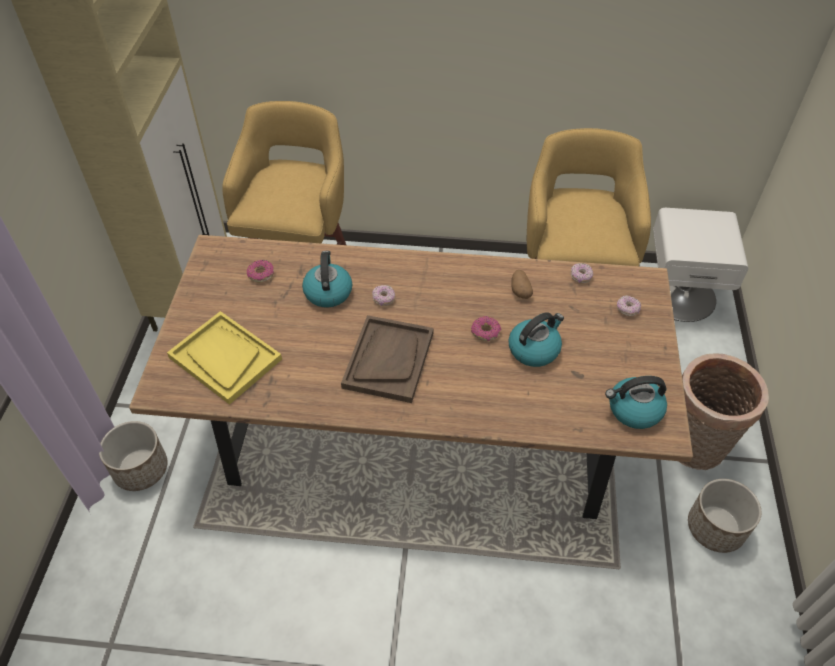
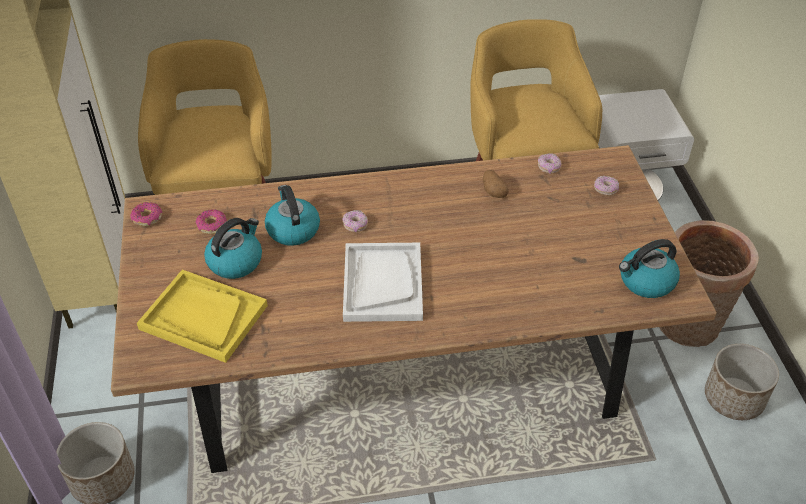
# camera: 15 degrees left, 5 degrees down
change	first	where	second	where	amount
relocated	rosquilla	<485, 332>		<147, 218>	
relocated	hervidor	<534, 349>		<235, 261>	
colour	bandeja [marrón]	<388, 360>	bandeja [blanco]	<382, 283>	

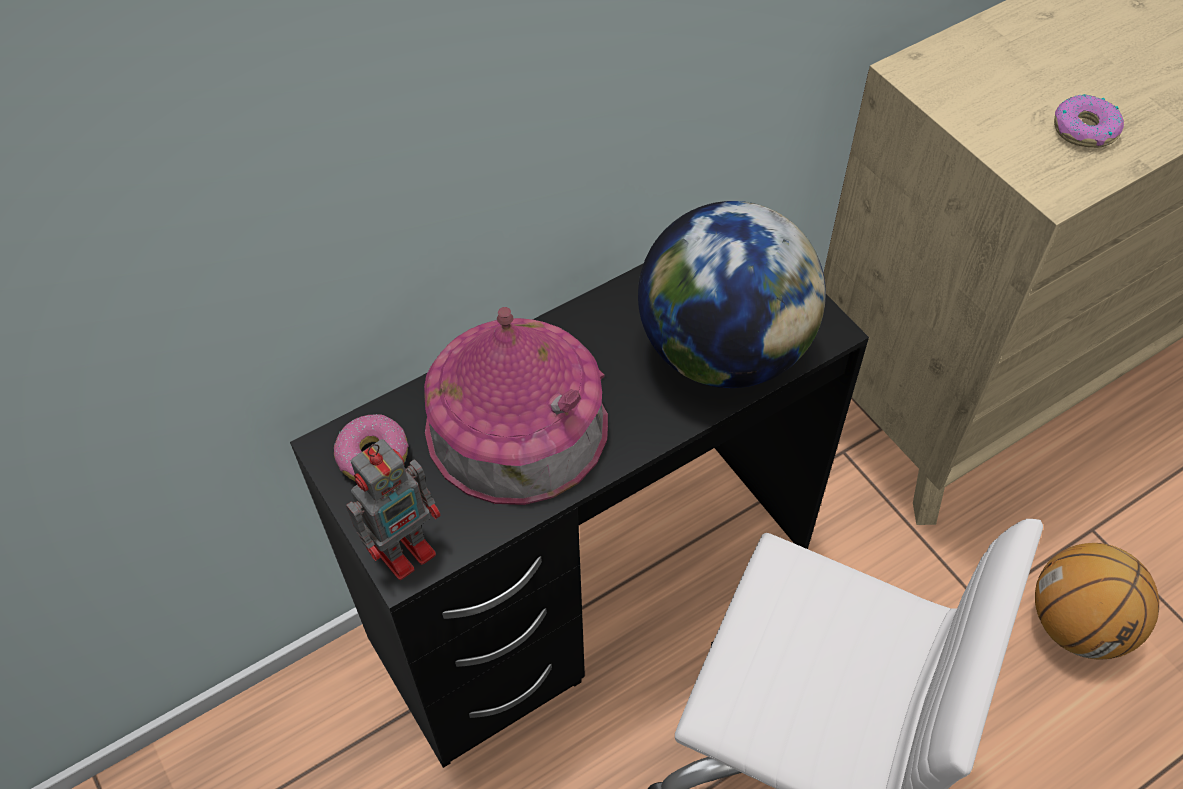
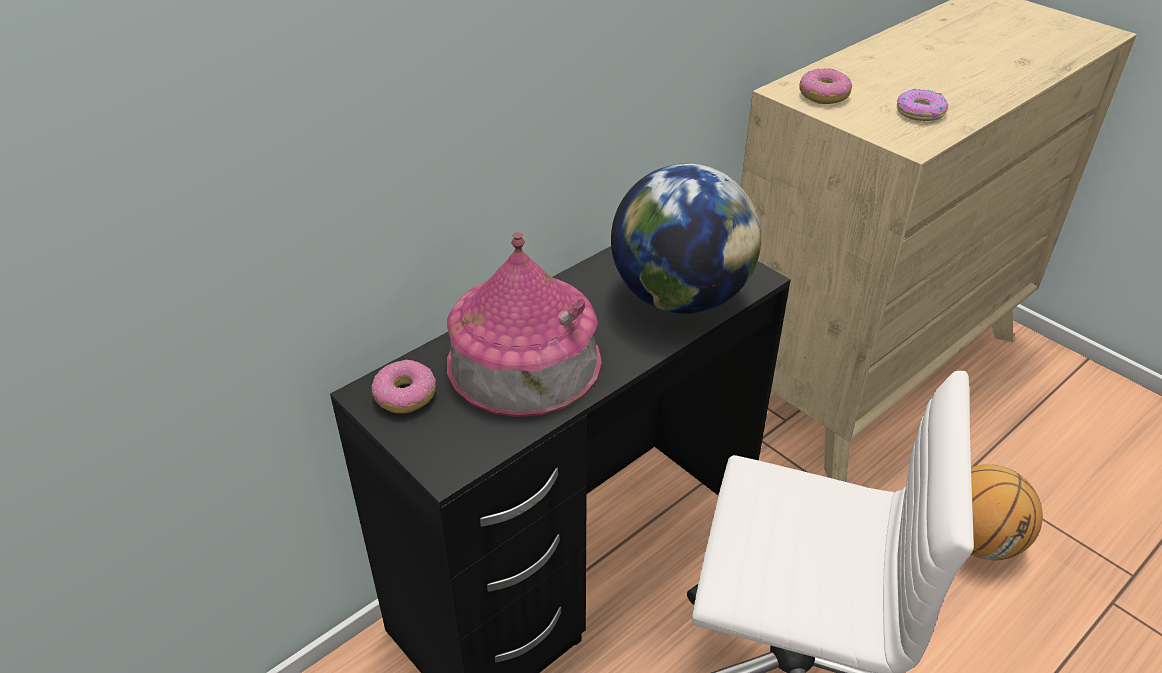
# camera: 10 degrees left, 15 degrees down
change	first	where	second	where	amount
appeared			rosquilla	<823, 95>	
missing	robot de juguete	<405, 547>			

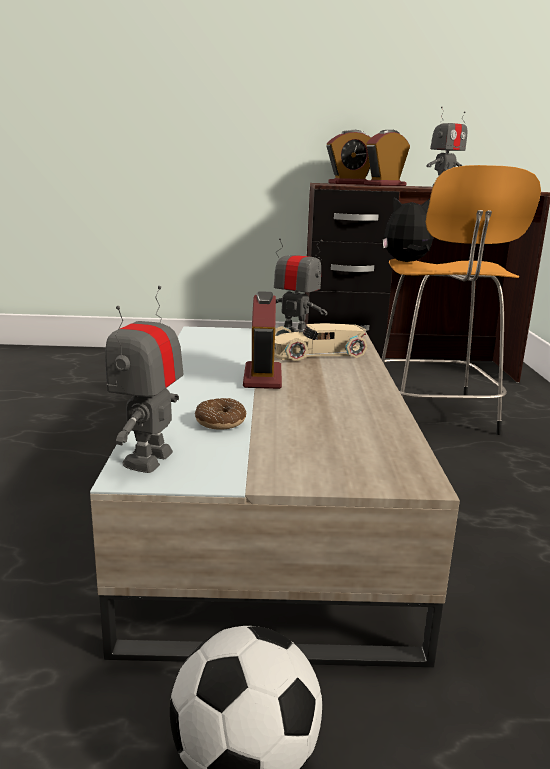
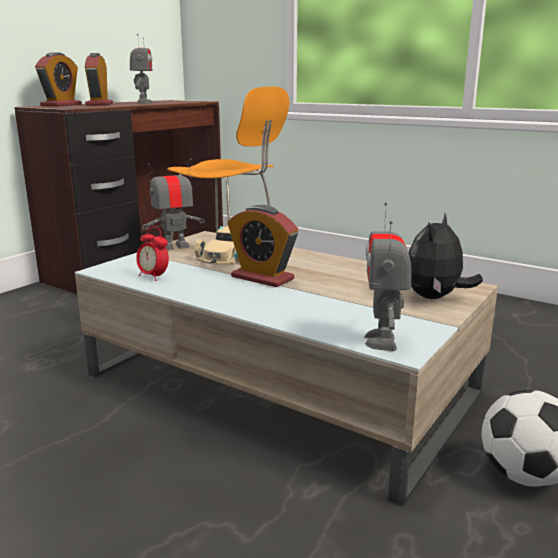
# camera: 55 degrees left, 0 degrees up
change	first	where	second	where	amount
appeared			despertador	<153, 277>	
spun	robot de juguete	<149, 459>		<382, 341>	45 degrees clockwise
relocated	peluche	<406, 262>		<435, 298>	
missing	rosquilla	<220, 422>			

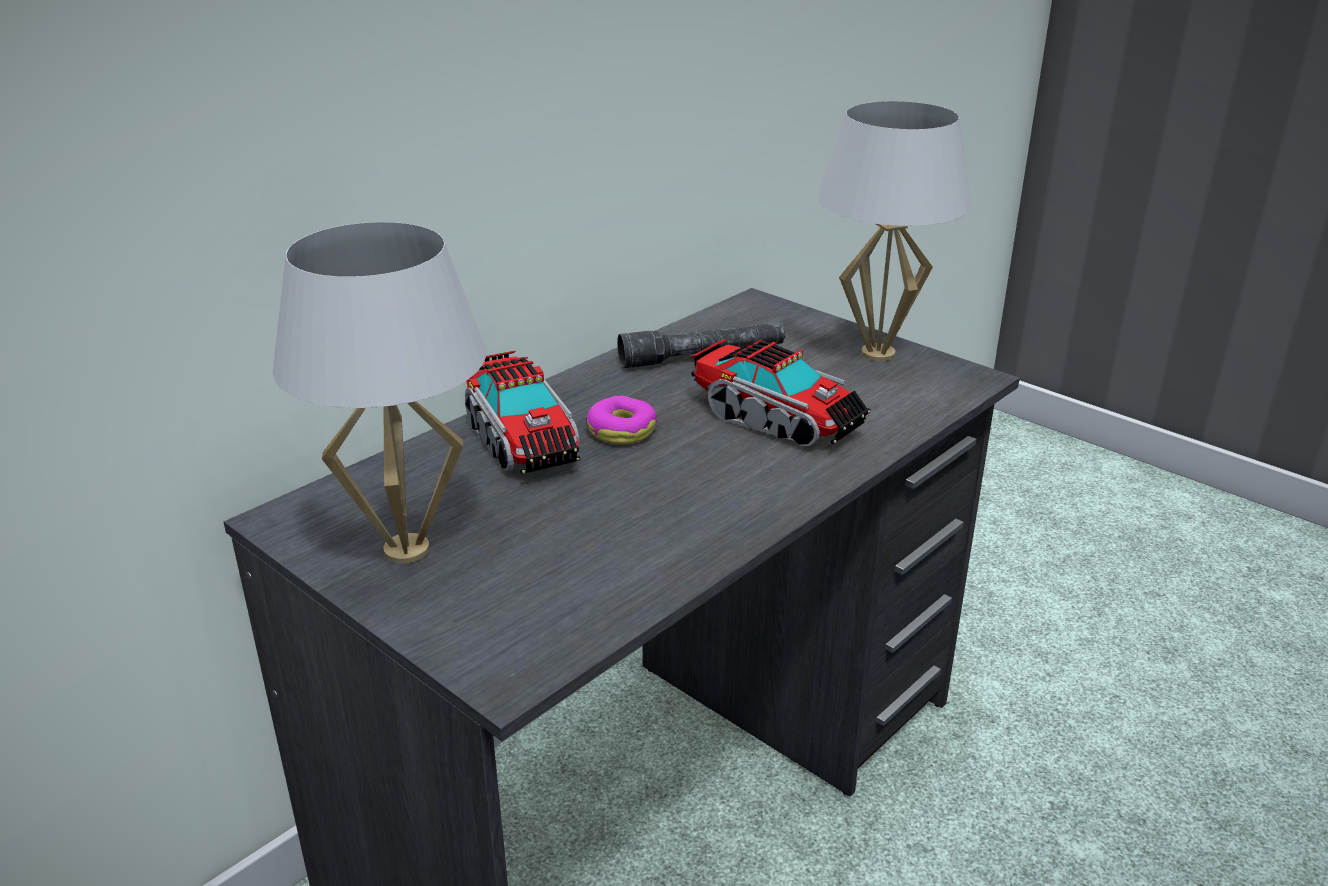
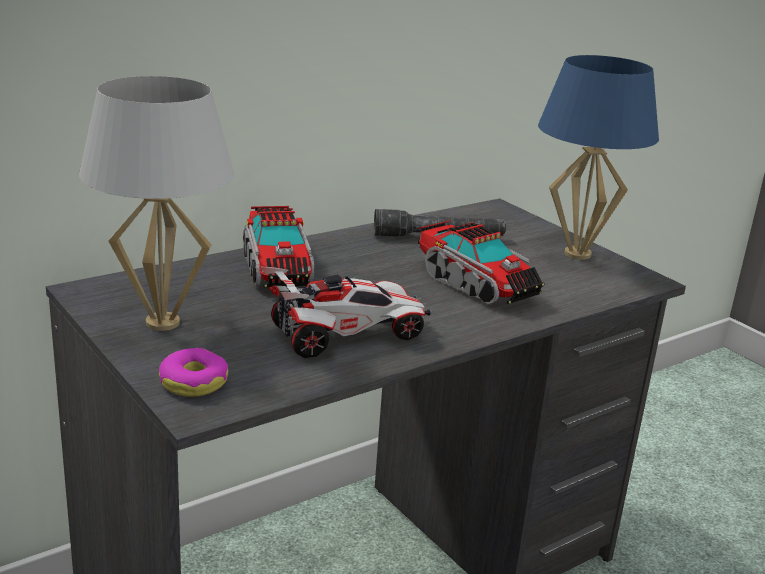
# camera: 10 degrees right, 5 degrees down
change	first	where	second	where	amount
relocated	rosquilla	<621, 431>		<193, 382>	
appeared			coche de juguete	<346, 335>	
colour	lámpara de mesa [blanco]	<878, 354>	lámpara de mesa [azul]	<578, 254>	

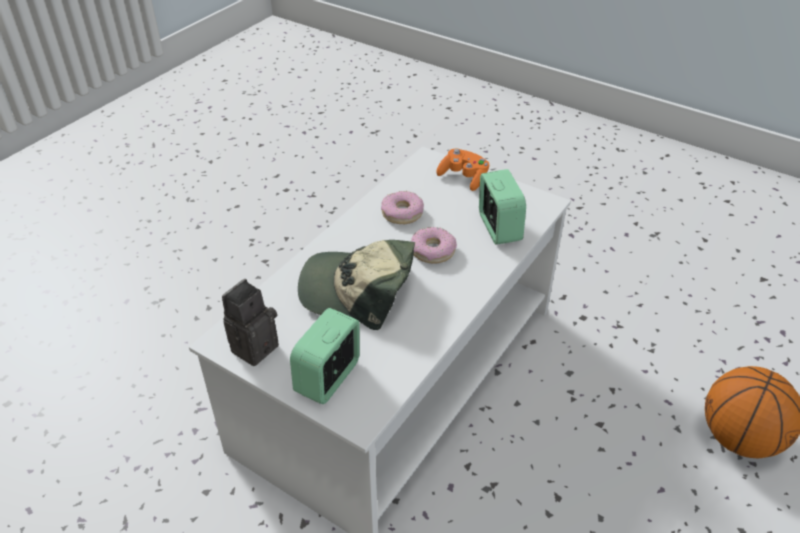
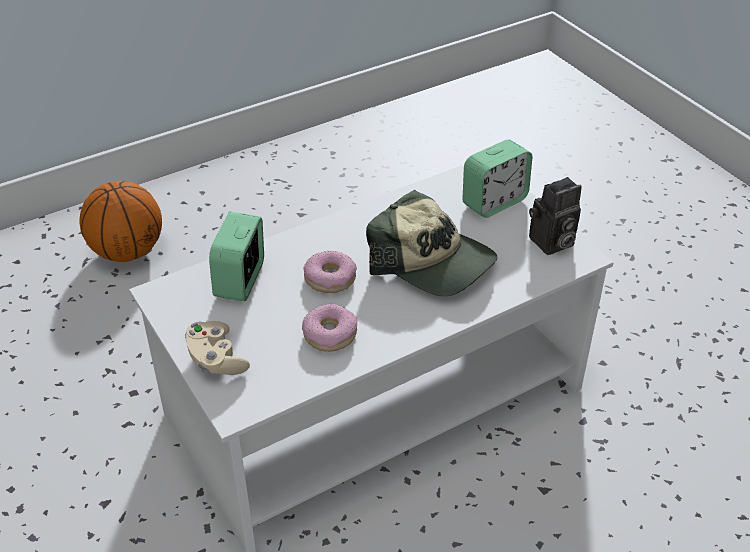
# camera: 155 degrees left, 0 degrees up
change	first	where	second	where	amount
colour	mando de consola [naranja]	<463, 178>	mando de consola [beis]	<216, 360>	

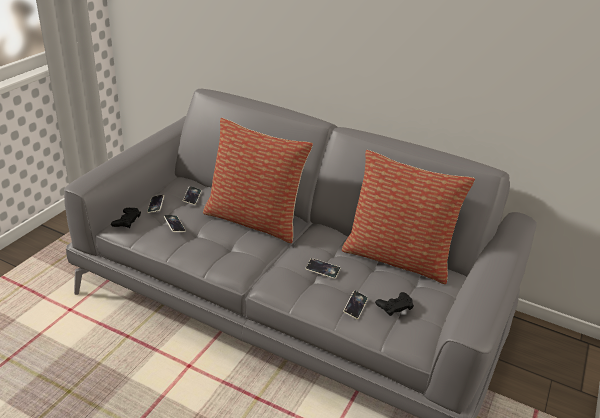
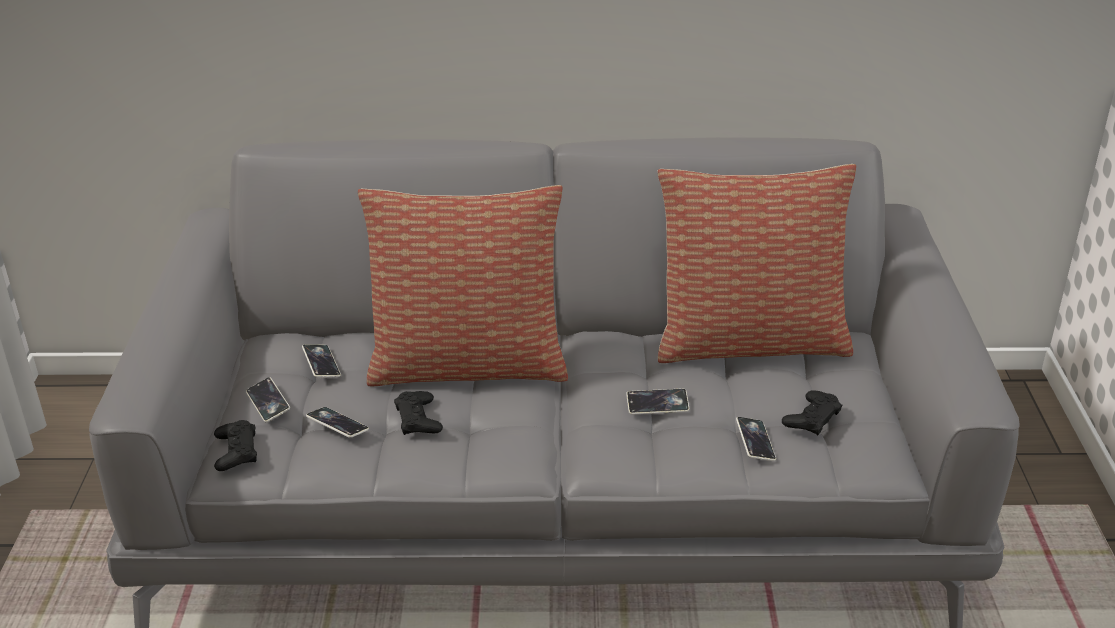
# camera: 25 degrees left, 0 degrees up
change	first	where	second	where	amount
appeared			mando de consola [negro]	<418, 419>	

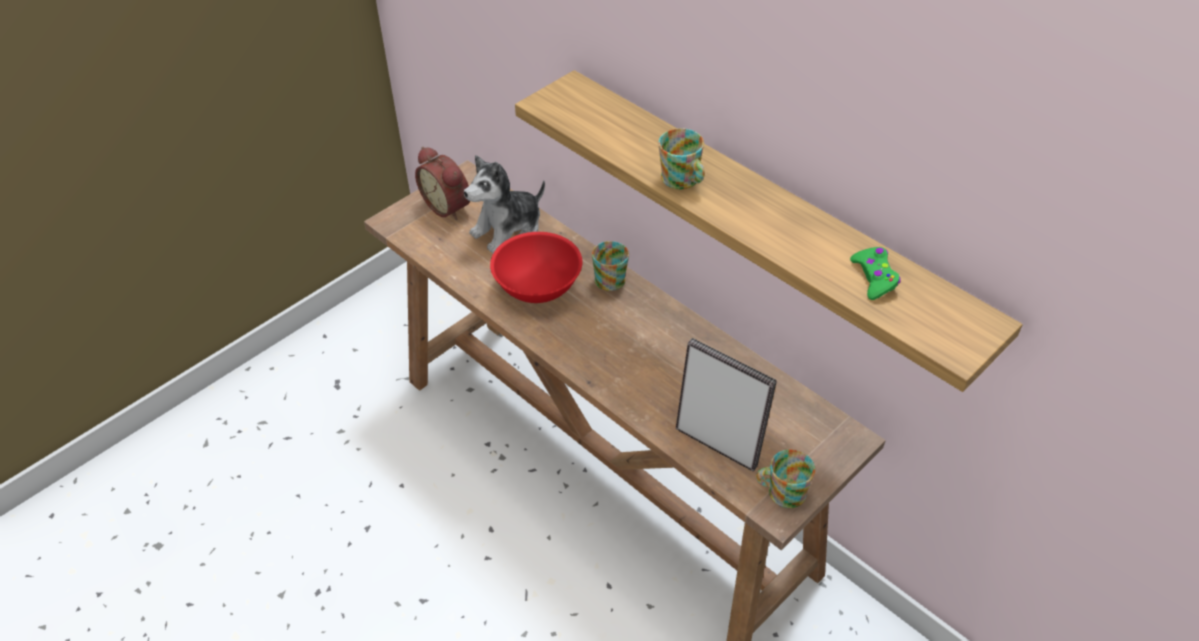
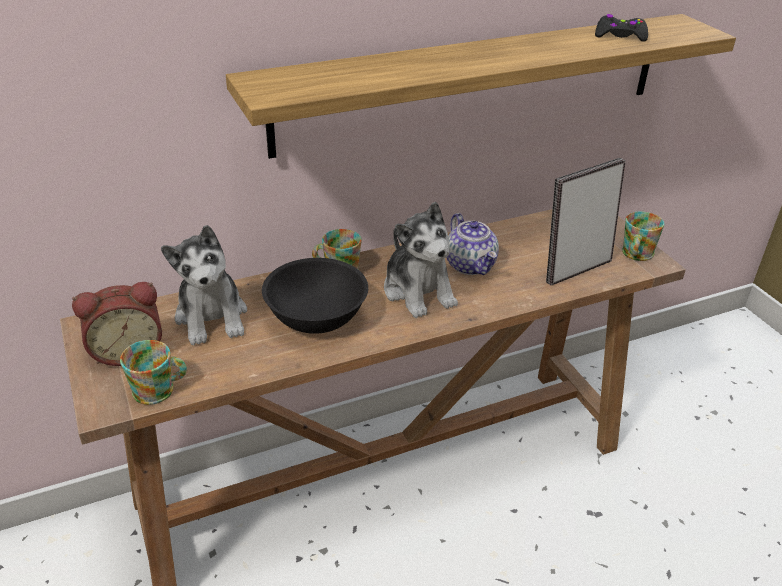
# camera: 70 degrees left, 10 degrees down
change	first	where	second	where	amount
relocated	taza grande	<682, 181>		<159, 390>	
colour	cuenco [rojo]	<538, 286>	cuenco [negro]	<317, 317>	
appeared			peluche	<418, 291>	
appeared			tetera	<471, 265>	
colour	mando de consola [verde]	<874, 278>	mando de consola [negro]	<620, 36>	

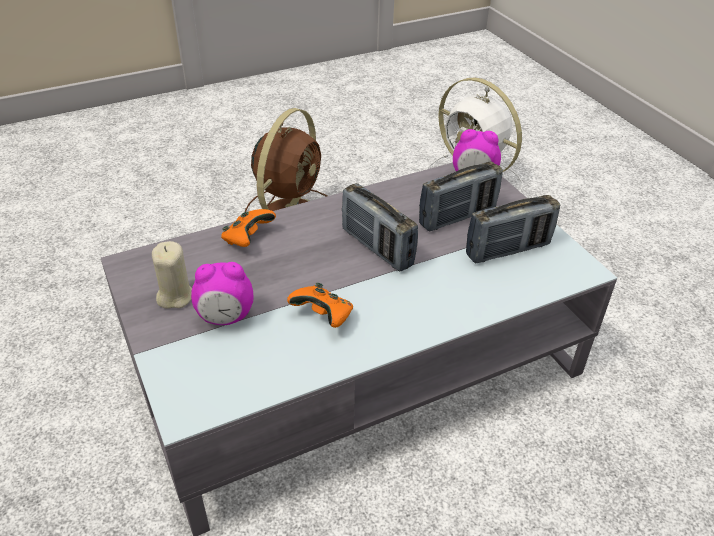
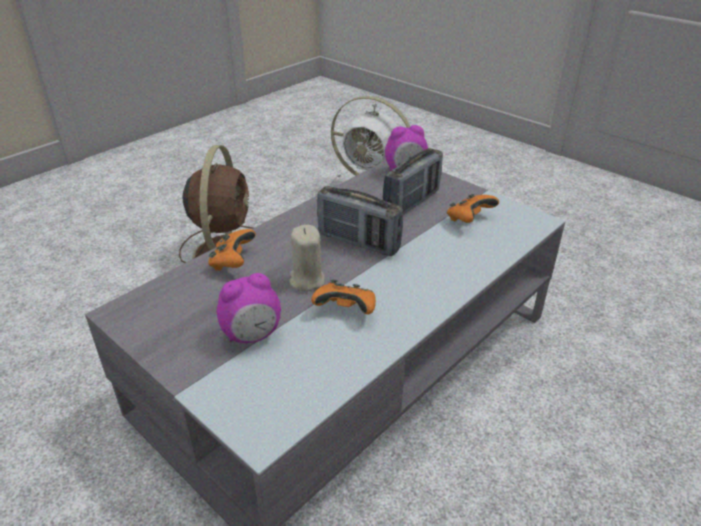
# camera: 20 degrees left, 5 degrees down
change	first	where	second	where	amount
relocated	vela [beis]	<175, 296>		<306, 280>	
exchanged	radio	<508, 250>	mando de consola [naranja]	<469, 219>	

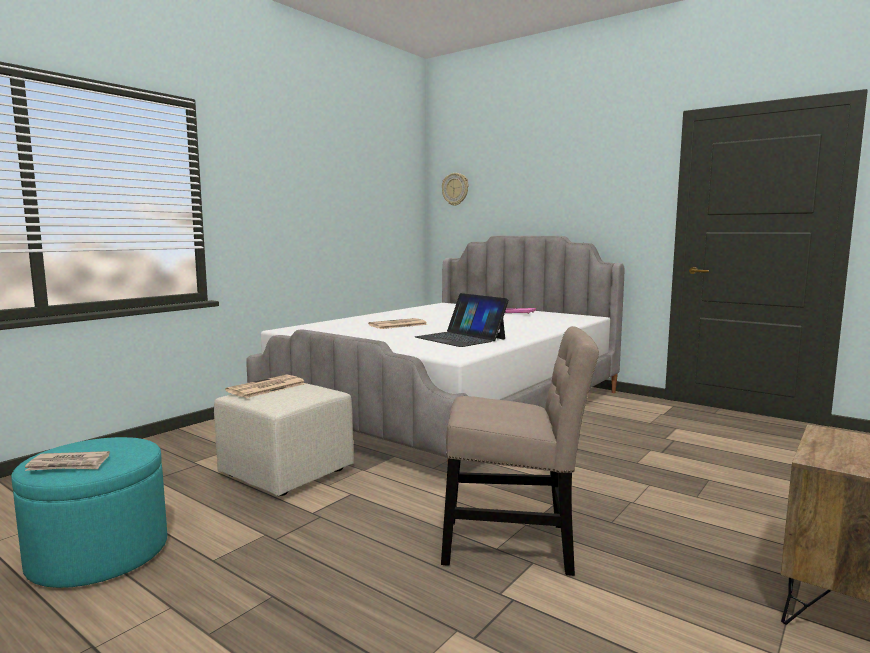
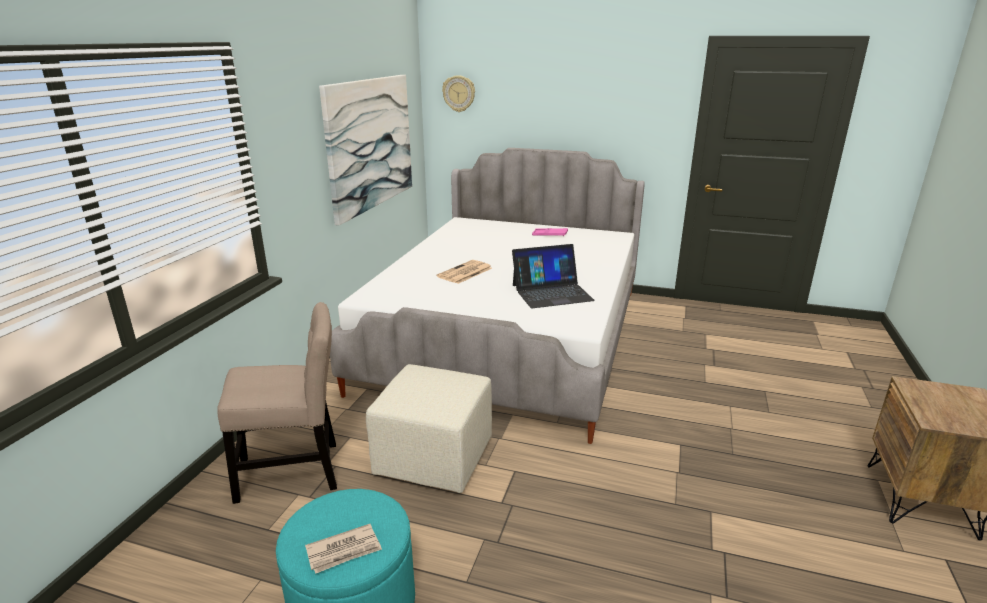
# camera: 20 degrees left, 15 degrees up
change	first	where	second	where	amount
relocated	silla [beis]	<514, 545>		<295, 471>	
appeared			cuadro	<370, 144>	
spun	portátil	<460, 338>		<551, 292>	45 degrees counterclockwise
missing	periódico	<266, 387>			

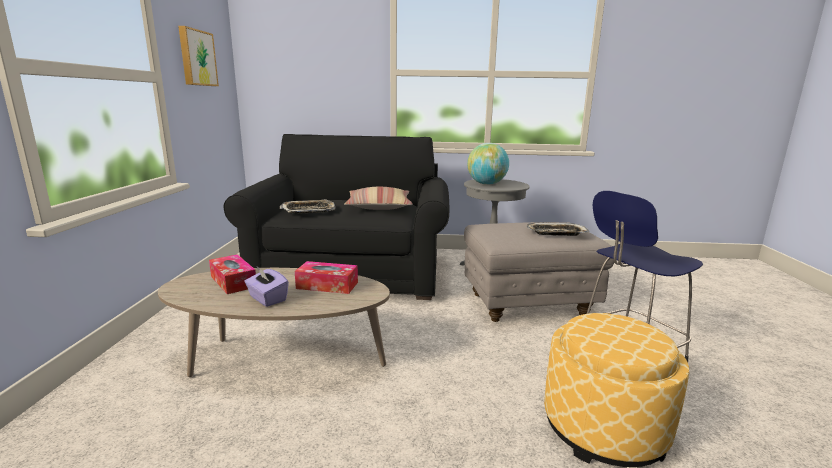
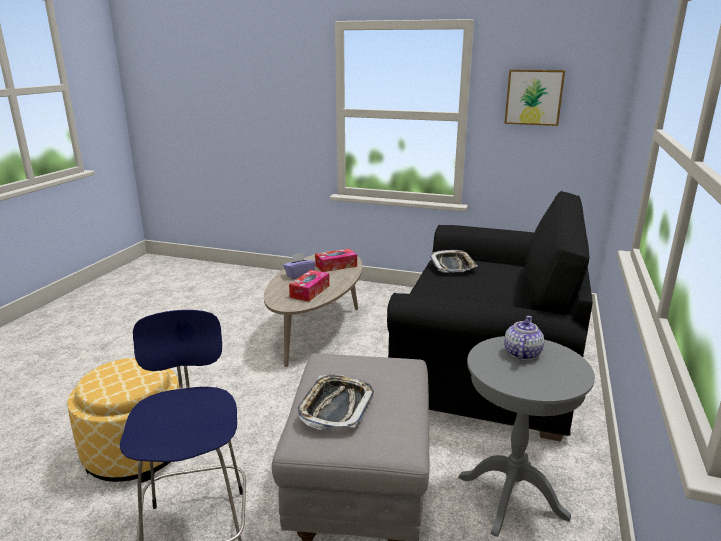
# camera: 105 degrees right, 5 degrees up
change	first	where	second	where	amount
exchanged	globo terráqueo	<486, 184>	tetera	<521, 353>	
missing	cojín	<379, 207>			

